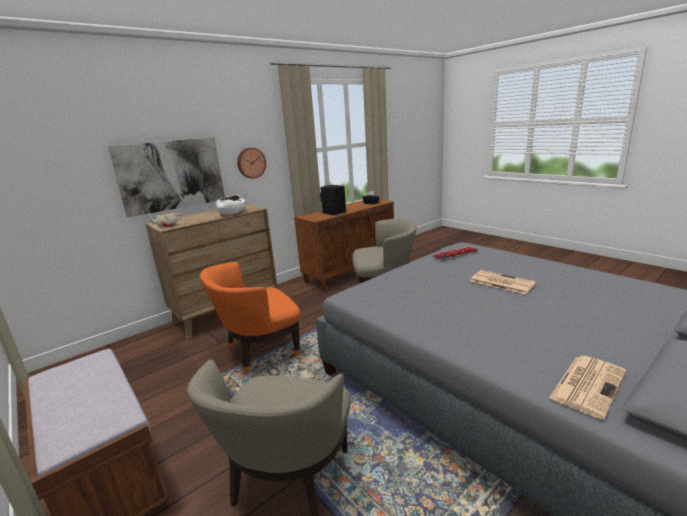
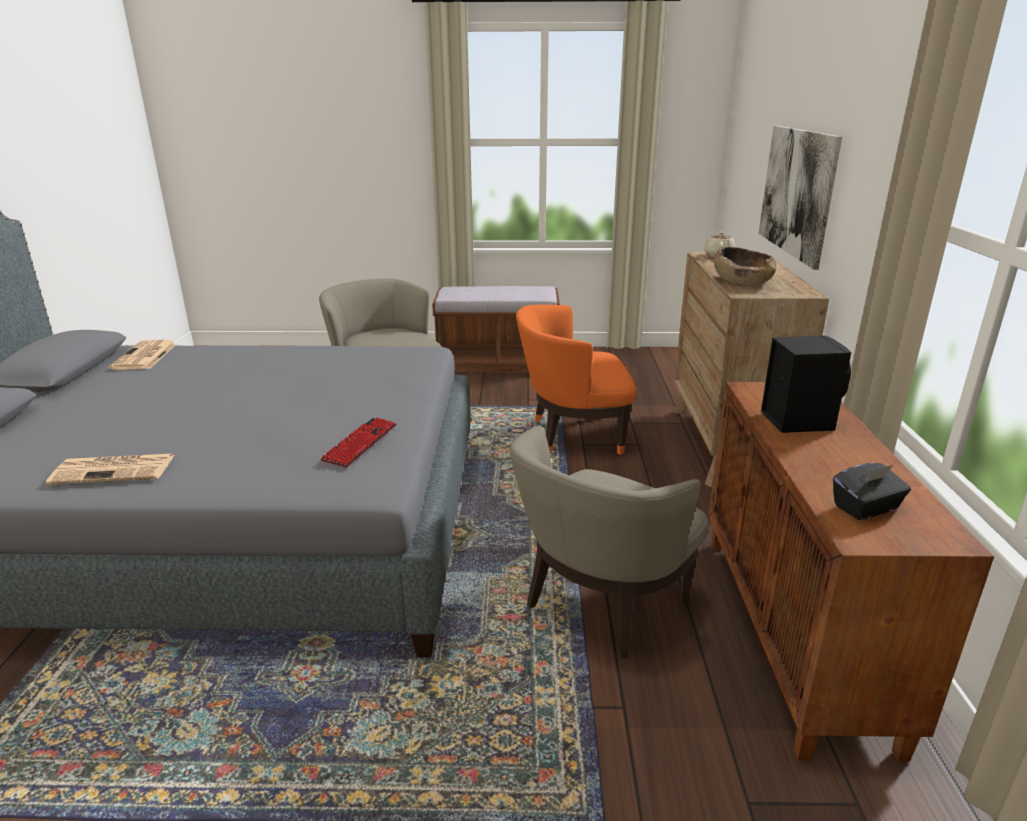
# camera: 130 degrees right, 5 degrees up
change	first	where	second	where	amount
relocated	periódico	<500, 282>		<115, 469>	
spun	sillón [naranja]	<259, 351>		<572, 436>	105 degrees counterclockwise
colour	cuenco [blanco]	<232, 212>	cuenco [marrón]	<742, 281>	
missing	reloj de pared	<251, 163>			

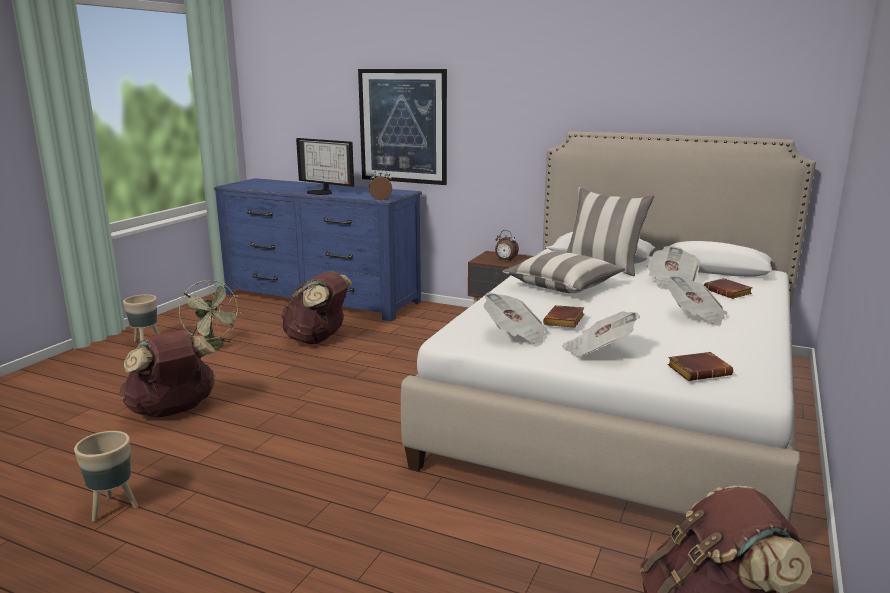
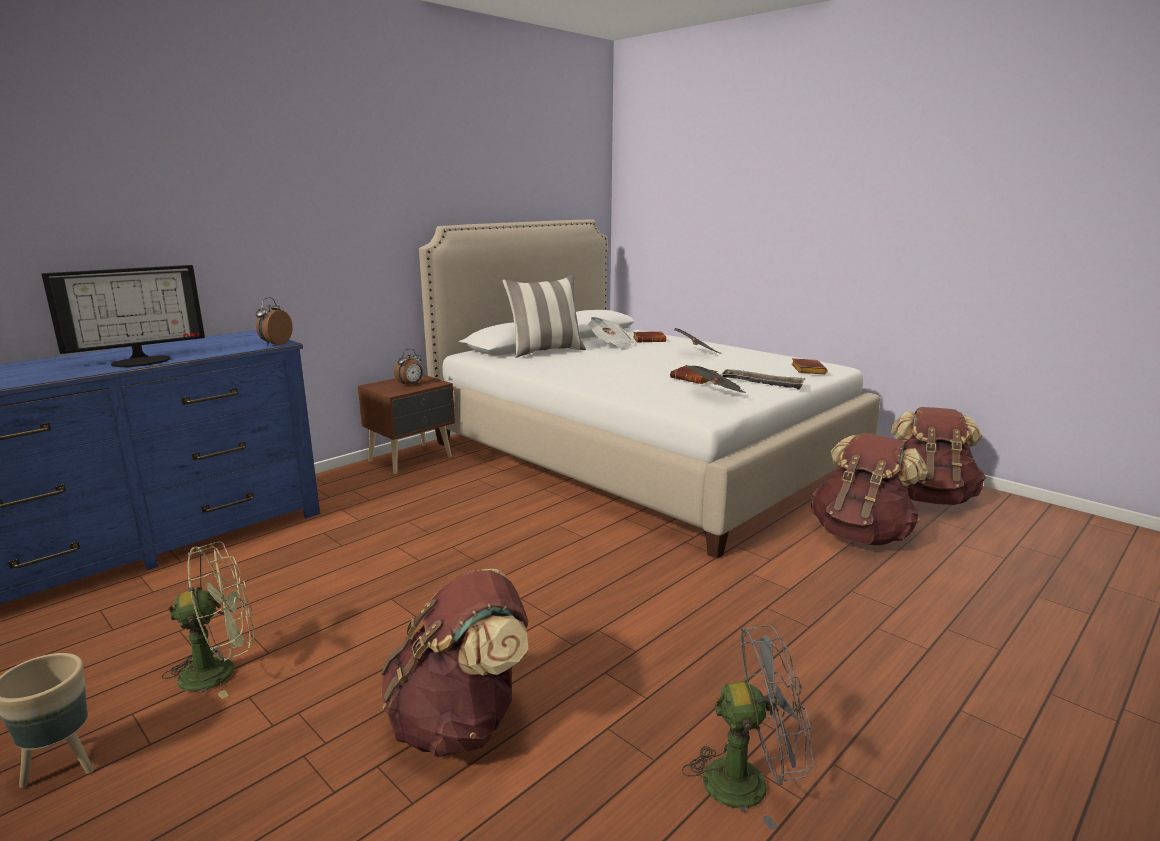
# camera: 70 degrees left, 0 degrees up
change	first	where	second	where	amount
exchanged	maceta [beis]	<113, 508>	ventilador [gris]	<749, 781>	
exchanged	periódico	<598, 351>	bandeja	<762, 383>	
relocated	mochila [marrón]	<317, 340>		<861, 535>	
missing	cuadro	<403, 126>			
missing	cojín	<562, 286>			

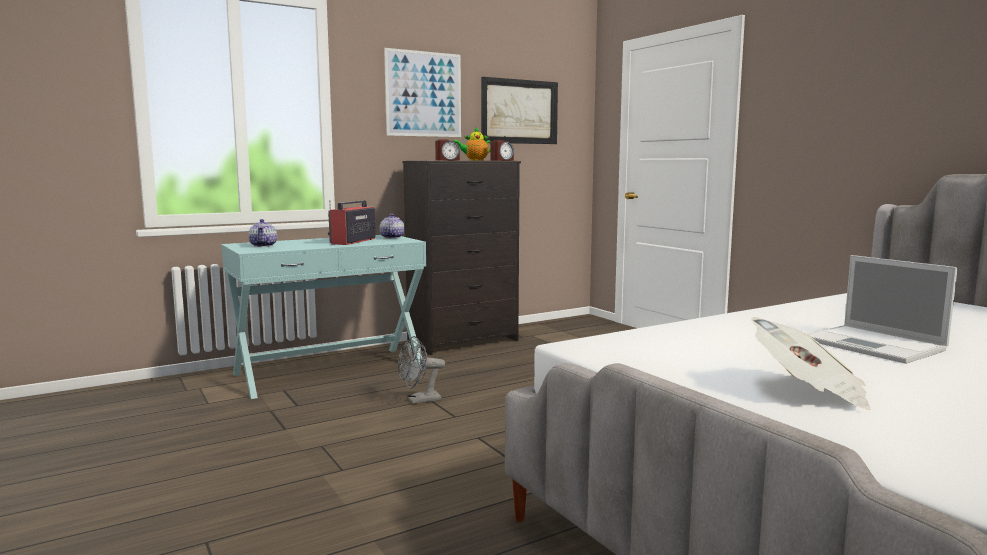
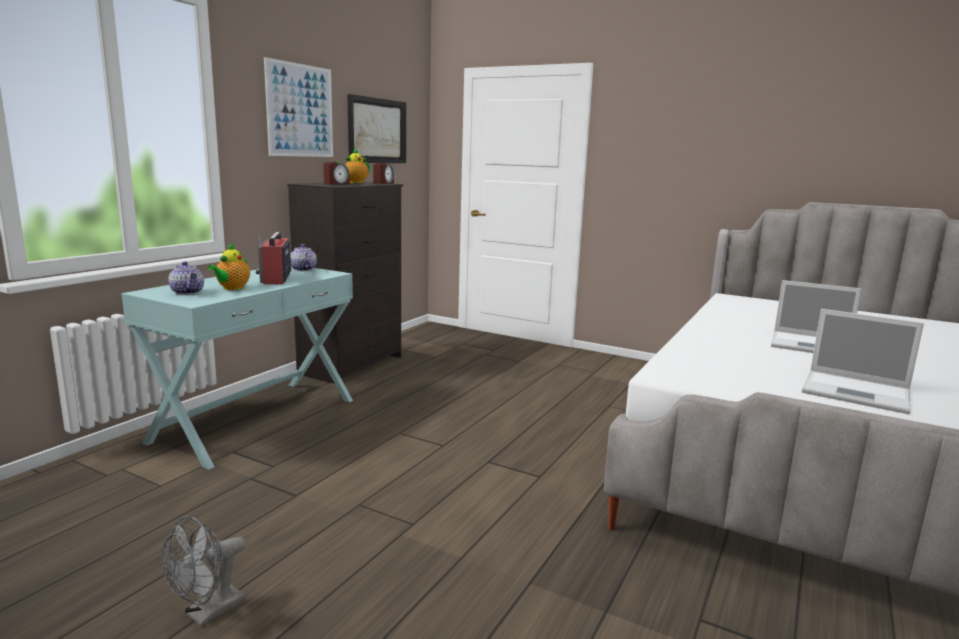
# camera: 30 degrees left, 5 degrees up
change	first	where	second	where	amount
relocated	ventilador [gris]	<419, 401>		<208, 613>	
appeared			tetera	<232, 288>	
exchanged	periódico	<809, 392>	portátil	<858, 392>	

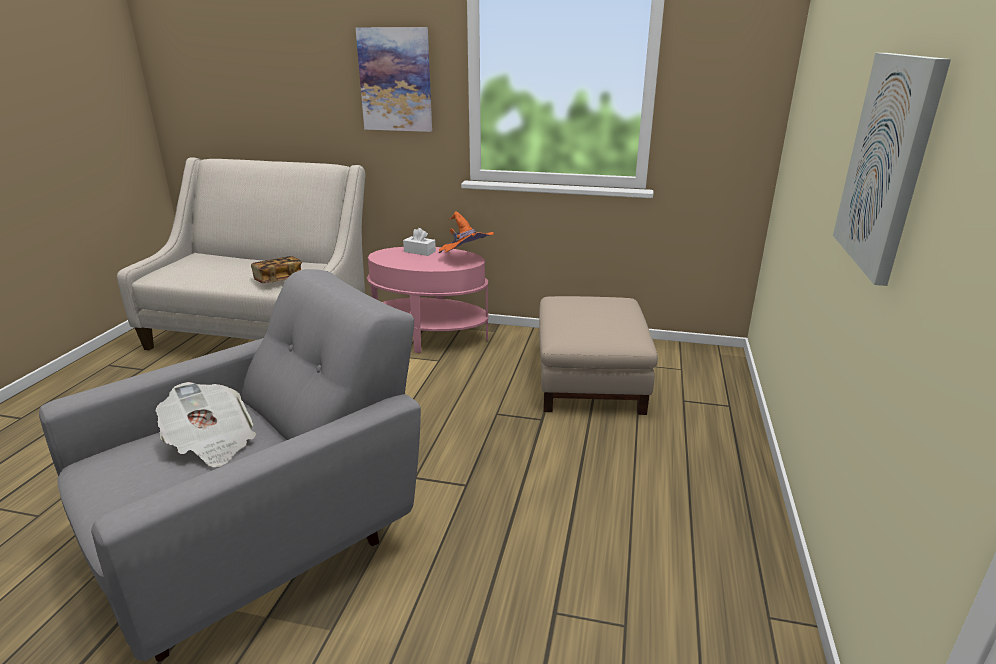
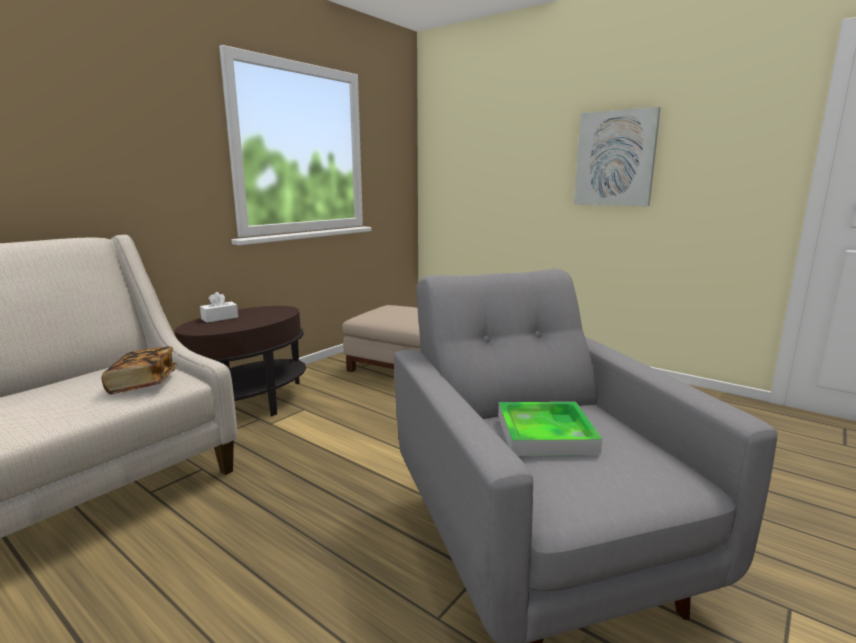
# camera: 65 degrees left, 10 degrees down
change	first	where	second	where	amount
colour	mesa auxiliar [rosa]	<430, 336>	mesa auxiliar [marrón]	<249, 404>	
exchanged	periódico	<211, 443>	bandeja	<545, 434>	
missing	cuadro	<395, 80>			
missing	sombrero [naranja]	<465, 259>			

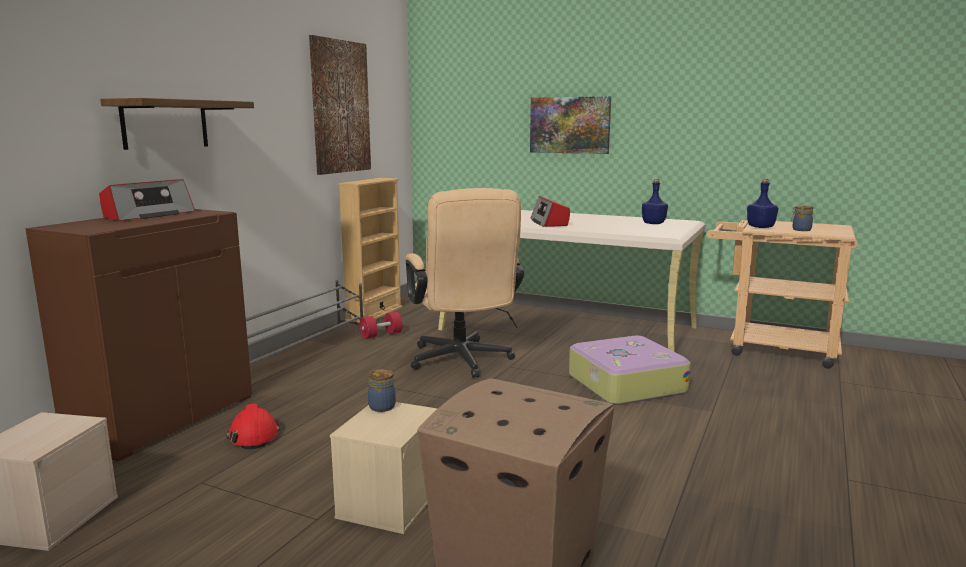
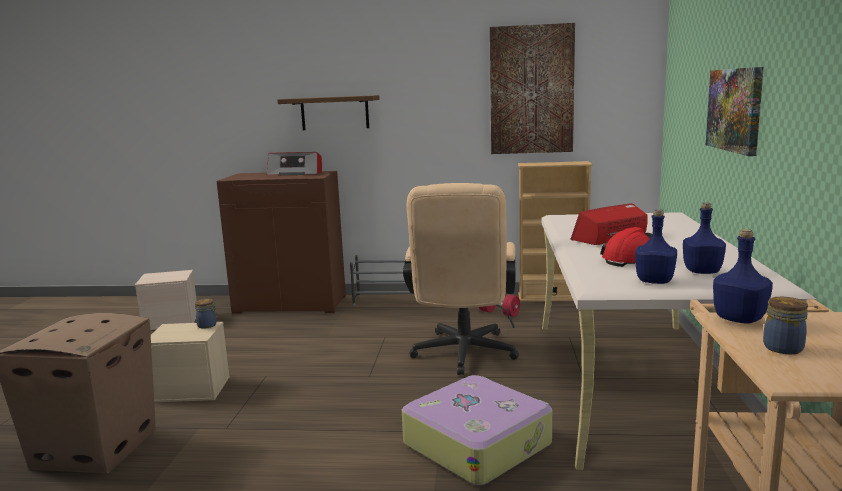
# camera: 70 degrees right, 0 degrees up
change	first	where	second	where	amount
spun	silla de oficina [beis]	<462, 362>		<463, 356>	45 degrees counterclockwise
relocated	casco [rojo]	<253, 436>		<630, 259>	
appeared			botella [azul]	<654, 281>	

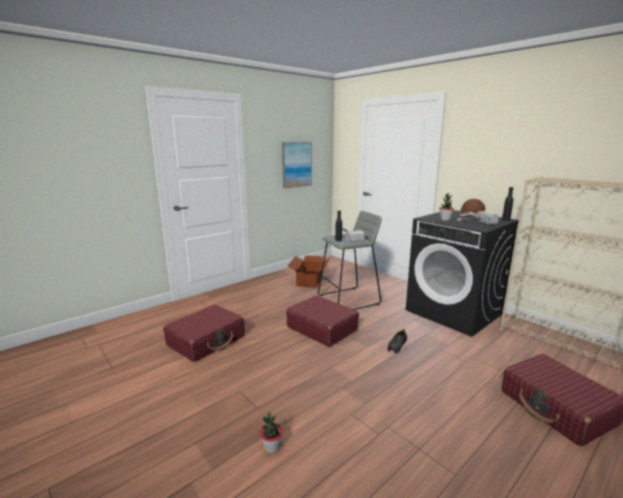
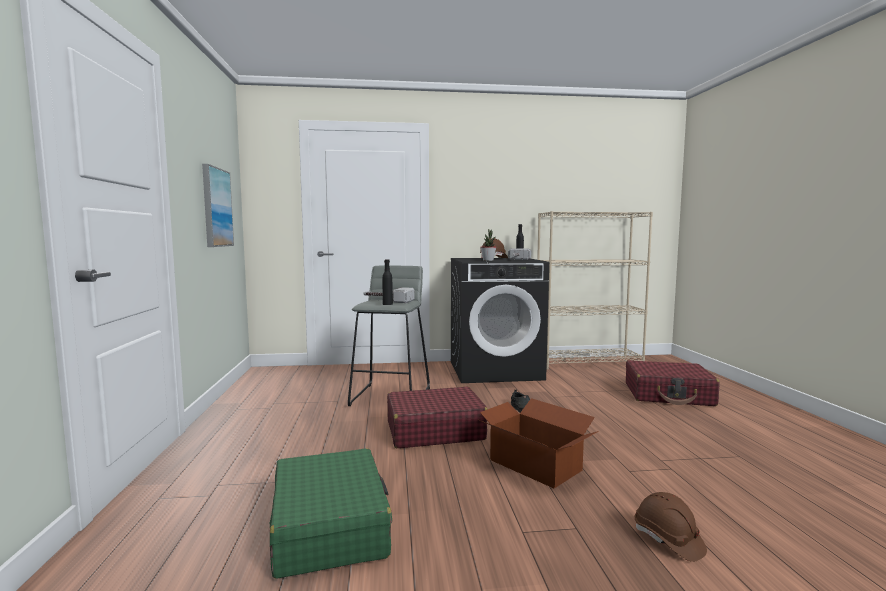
# camera: 55 degrees left, 10 degrees down
change	first	where	second	where	amount
colour	maleta [rojo]	<206, 341>	maleta [verde]	<330, 526>	
relocated	caja de cartón	<309, 280>		<535, 466>	
exchanged	planta en maceta	<271, 447>	casco [marrón]	<668, 540>	

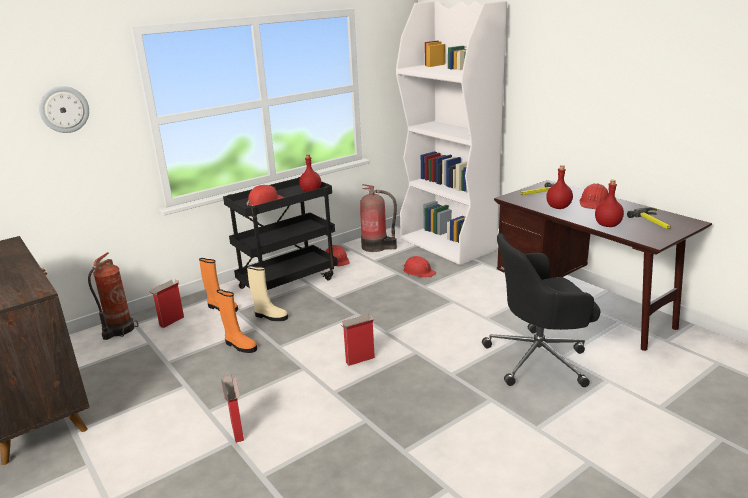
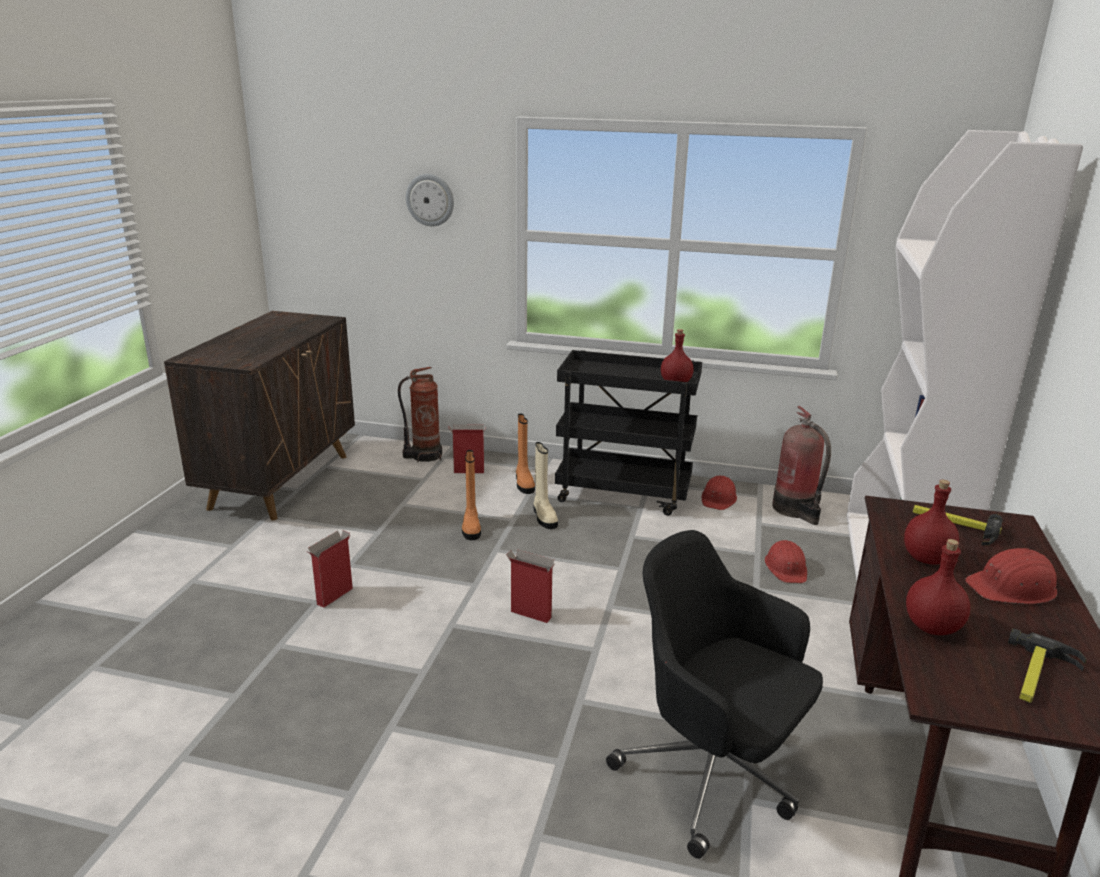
# camera: 50 degrees right, 0 degrees up
change	first	where	second	where	amount
missing	casco [rojo]	<264, 201>			

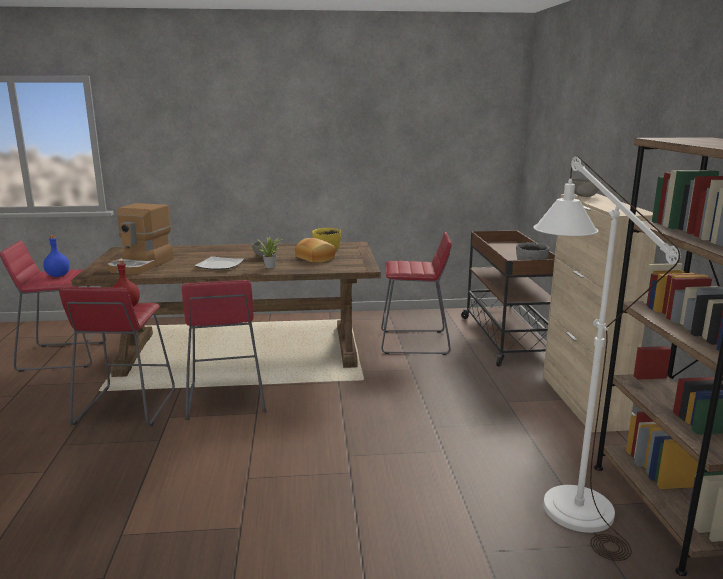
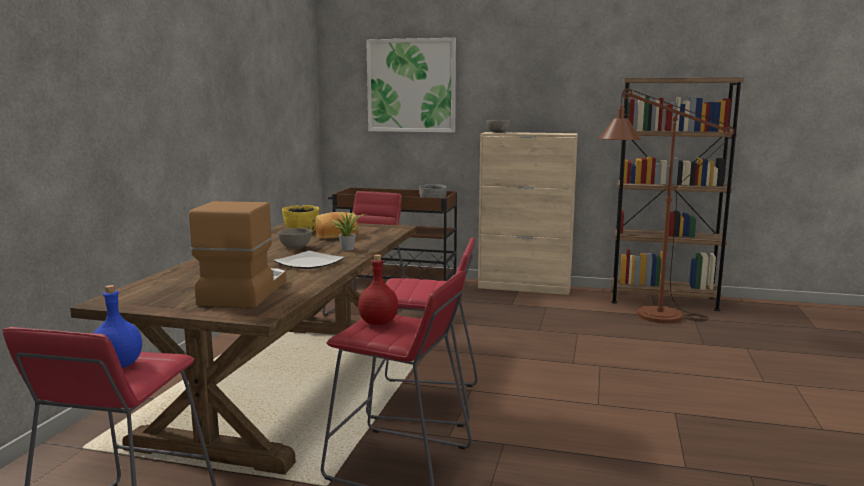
# camera: 70 degrees left, 5 degrees down
change	first	where	second	where	amount
spun	cafetera	<142, 265>		<243, 292>	120 degrees counterclockwise
appeared			cuadro	<411, 85>	
colour	lámpara de pie [blanco]	<567, 497>	lámpara de pie [marrón]	<646, 315>	

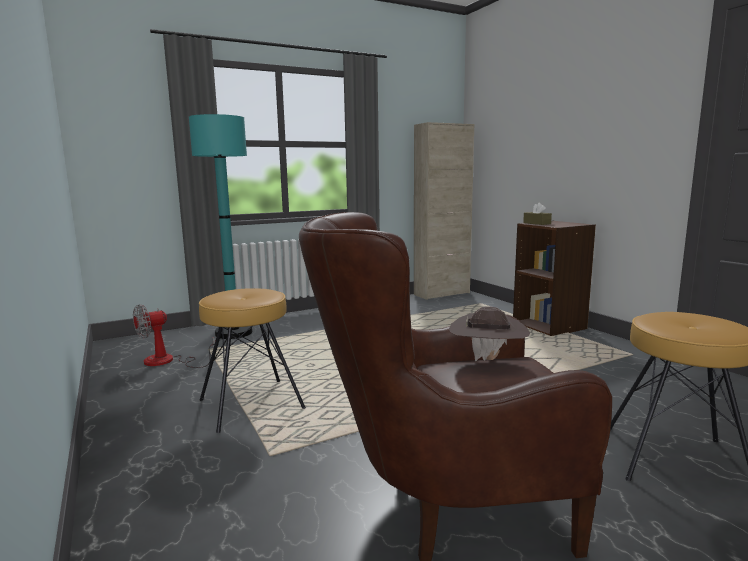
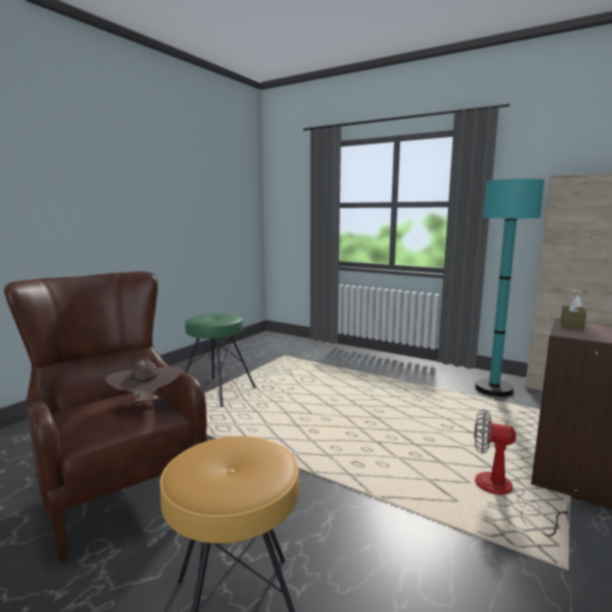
# camera: 60 degrees right, 0 degrees up
change	first	where	second	where	amount
colour	taburete [marrón]	<251, 404>	taburete [verde]	<217, 391>	
relocated	ventilador	<168, 361>		<503, 493>	
relocated	lámpara de pie [turquesa]	<233, 333>		<494, 389>	

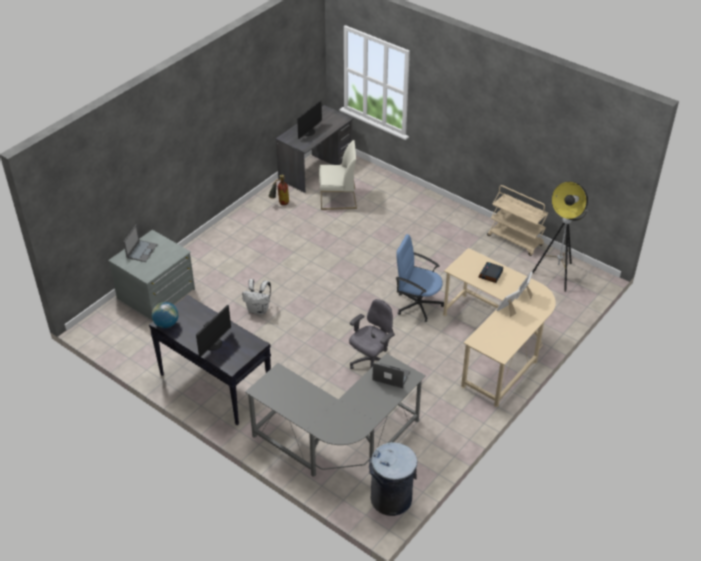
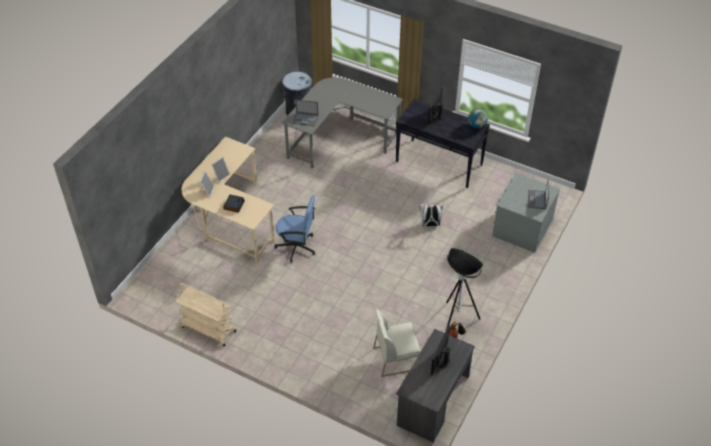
# camera: 170 degrees right, 5 degrees up
change	first	where	second	where	amount
relocated	lámpara de pie	<557, 275>		<456, 319>	
missing	silla de oficina [gris]	<371, 363>			

